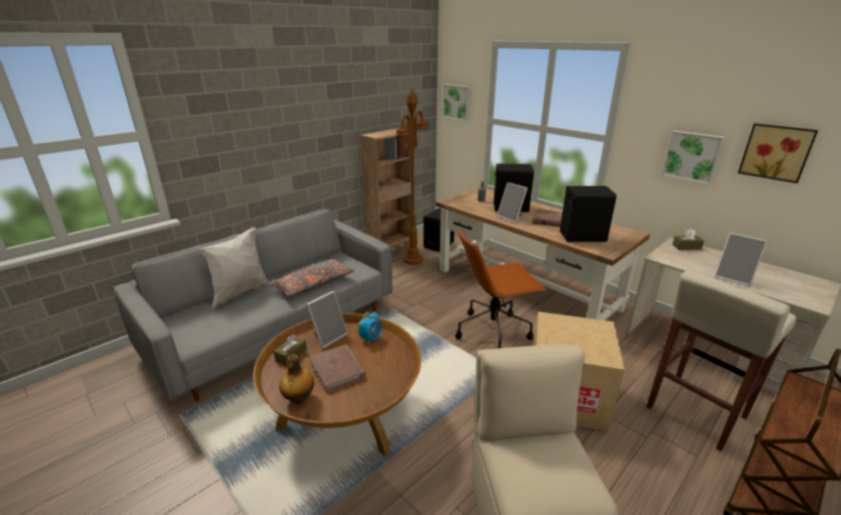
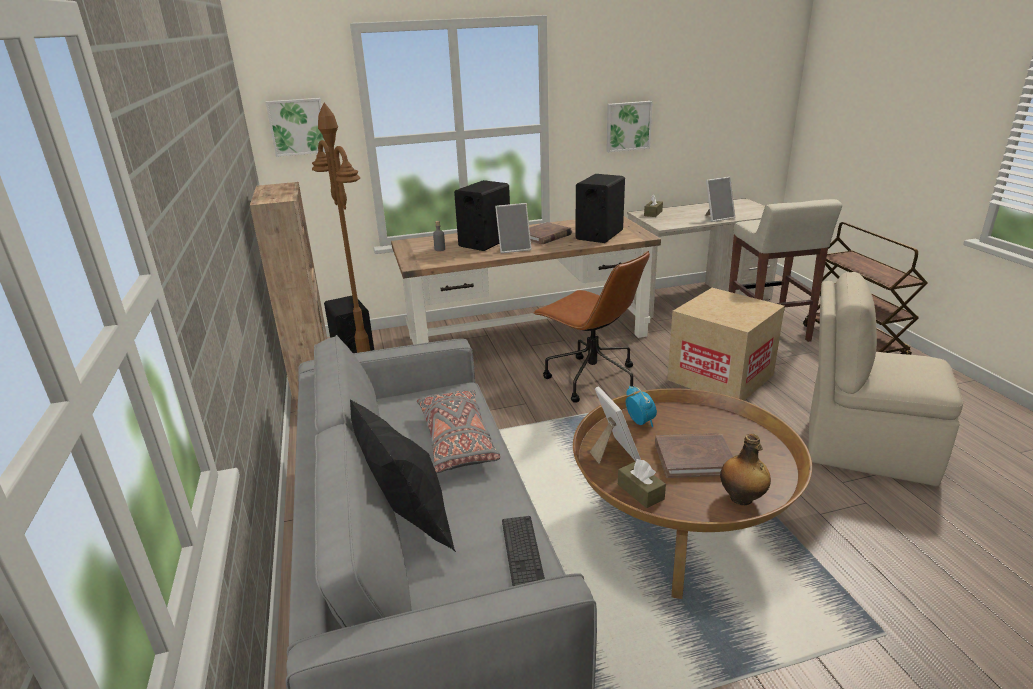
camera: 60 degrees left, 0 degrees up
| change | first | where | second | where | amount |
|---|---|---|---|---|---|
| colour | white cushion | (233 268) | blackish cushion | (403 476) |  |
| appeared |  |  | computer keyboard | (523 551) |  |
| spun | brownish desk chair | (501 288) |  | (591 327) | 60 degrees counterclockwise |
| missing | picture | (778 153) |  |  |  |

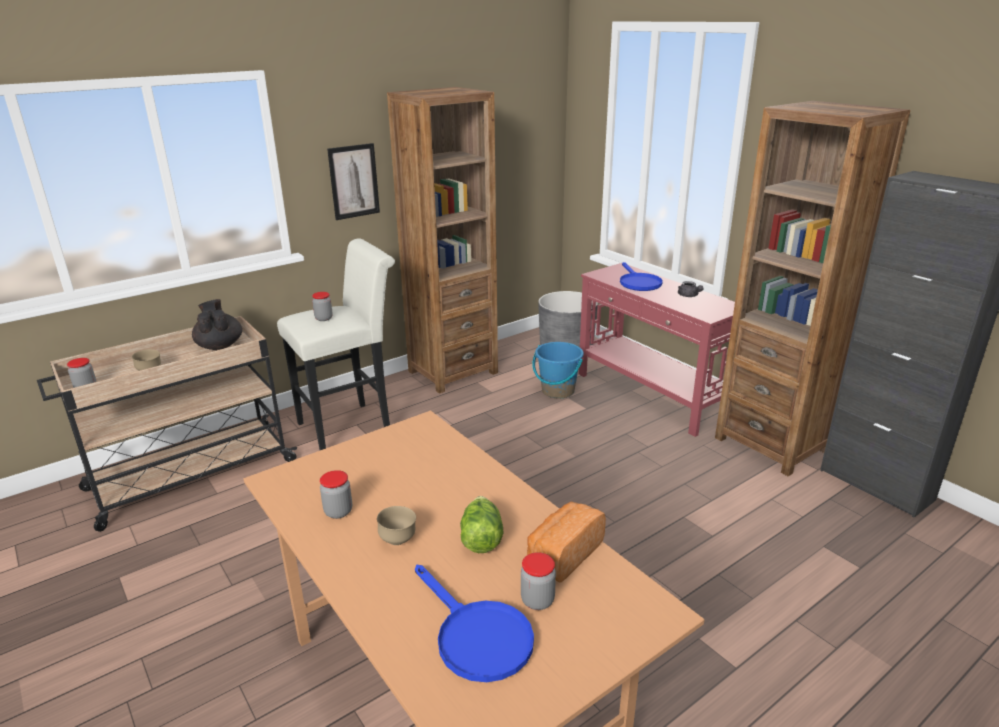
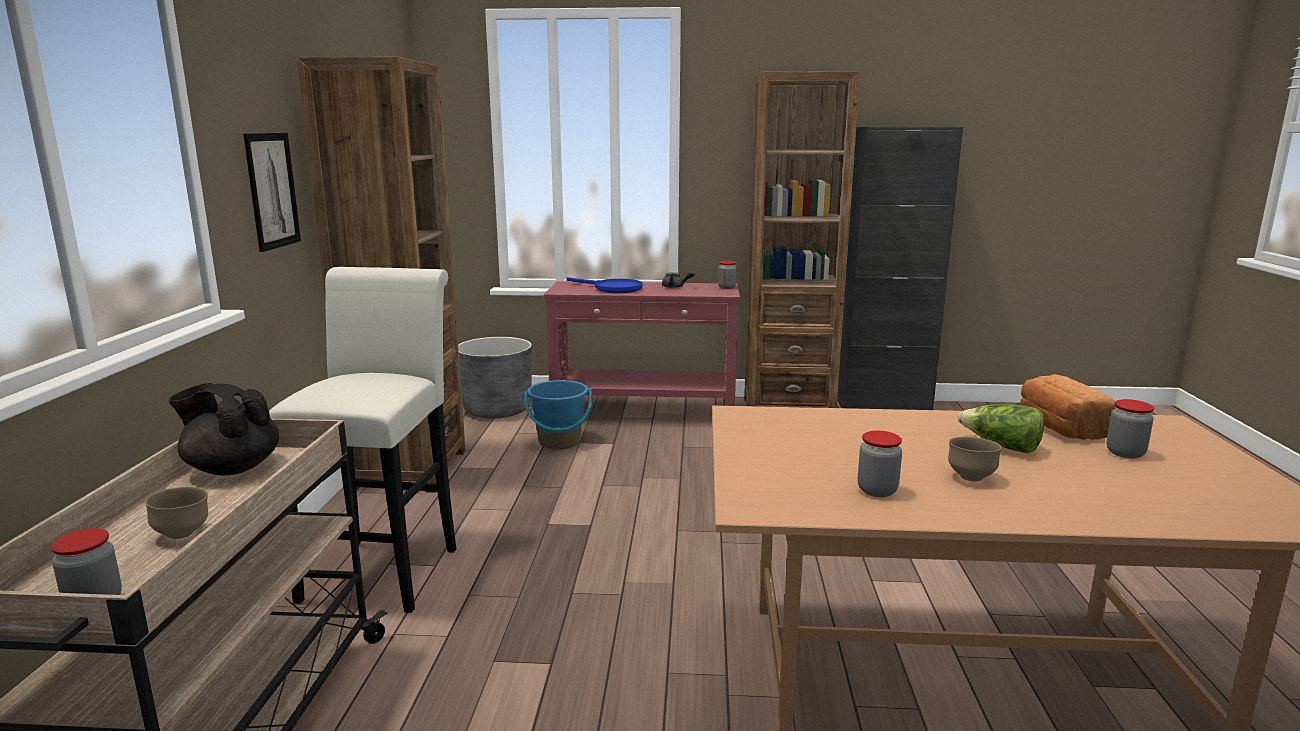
camera: 50 degrees left, 10 degrees down
| change | first | where | second | where | amount |
|---|---|---|---|---|---|
| relocated | preserve jar | (322 306) |  | (727 275) |  |
| missing | blue-coloured frying pan | (474 623) |  |  |  |

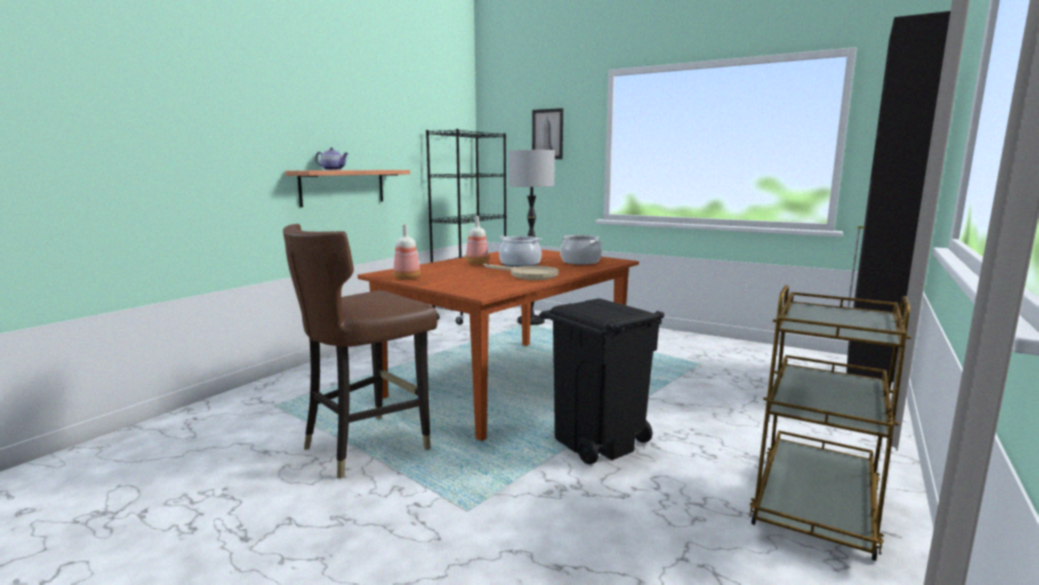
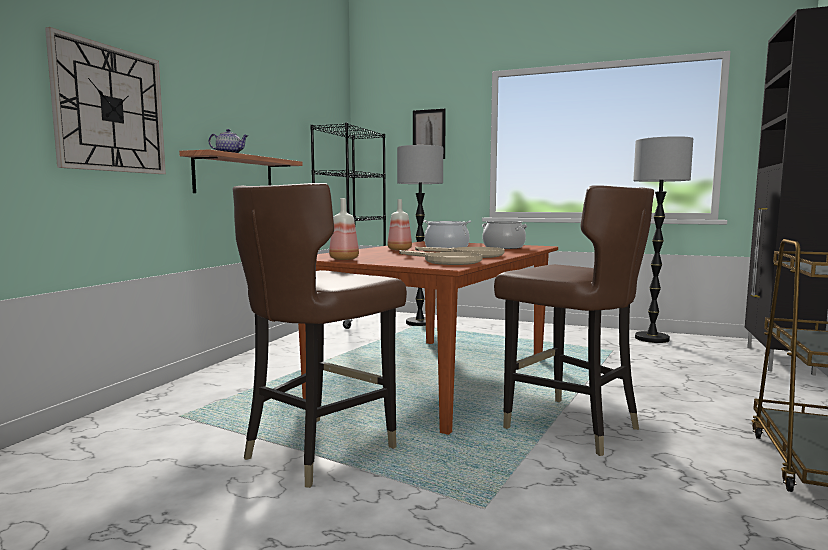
camera: 10 degrees left, 5 degrees down
| change | first | where | second | where | amount |
|---|---|---|---|---|---|
| appeared |  |  | hanging clock | (105 100) |  |
| appeared |  |  | beige frying pan | (440 257) |  |
| exchanged | blackish trash can | (601 381) | brownish upright chair | (574 320) |  |
| appeared |  |  | standard lamp | (663 239) |  |

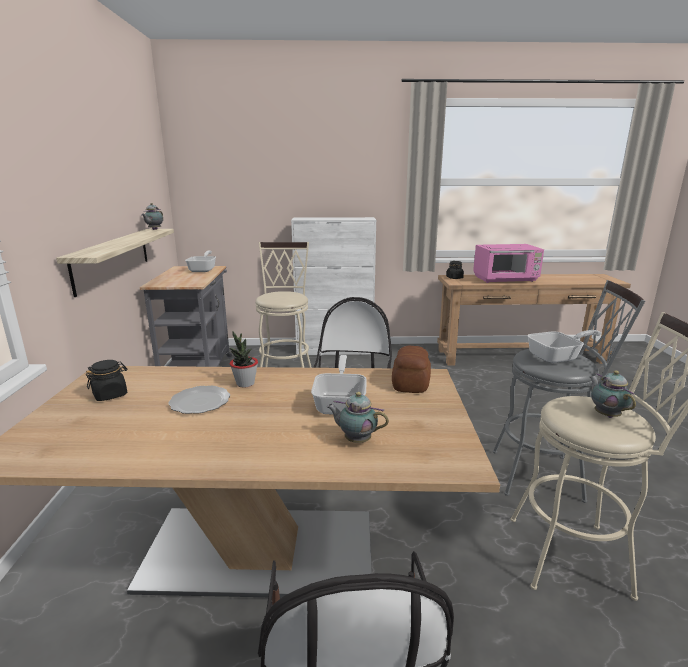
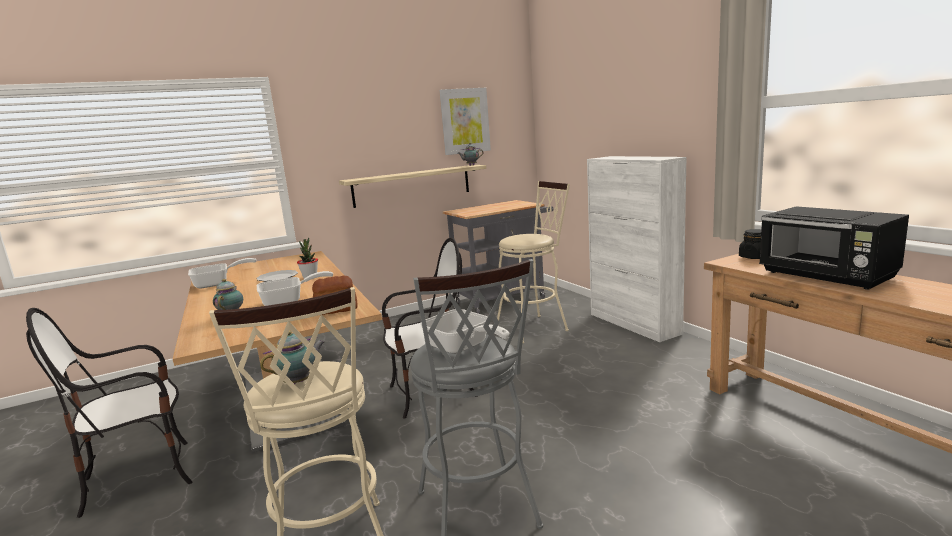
camera: 65 degrees right, 5 degrees down
| change | first | where | second | where | amount |
|---|---|---|---|---|---|
| relocated | frying pan | (200 261) |  | (222 273) |  |
| appeared |  |  | picture | (465 121) |  |
| colour | pink-coloured microwave oven | (508 263) | blackish microwave oven | (834 248) |  |
| missing | blackish preserve jar | (107 380) |  |  |  |

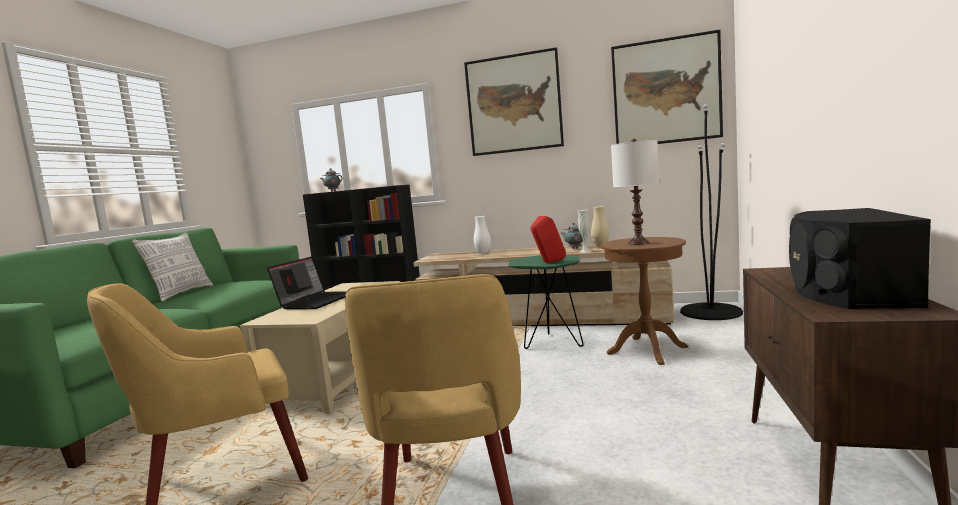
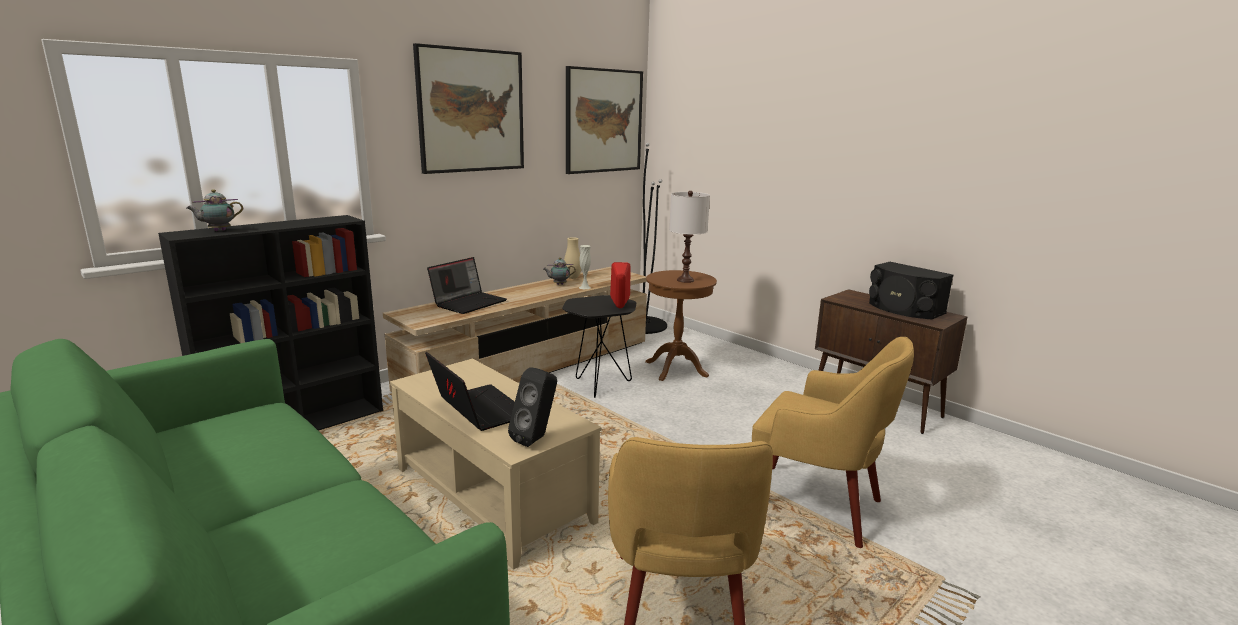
camera: 60 degrees left, 10 degrees up
| change | first | where | second | where | amount |
|---|---|---|---|---|---|
| exchanged | white flower vase | (482 235) | portable computer | (467 285) |  |
| appeared |  |  | blackish loudspeaker | (532 407) |  |
| colour | greenish accent table | (546 302) | blackish accent table | (599 346) |  |
| missing | cushion | (172 267) |  |  |  |

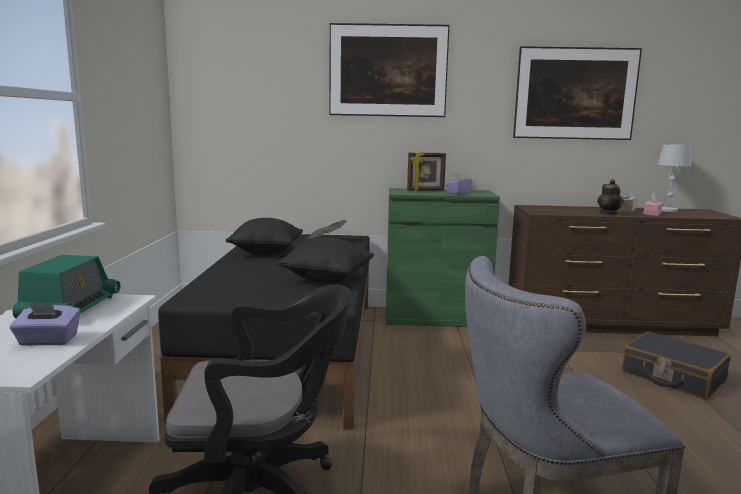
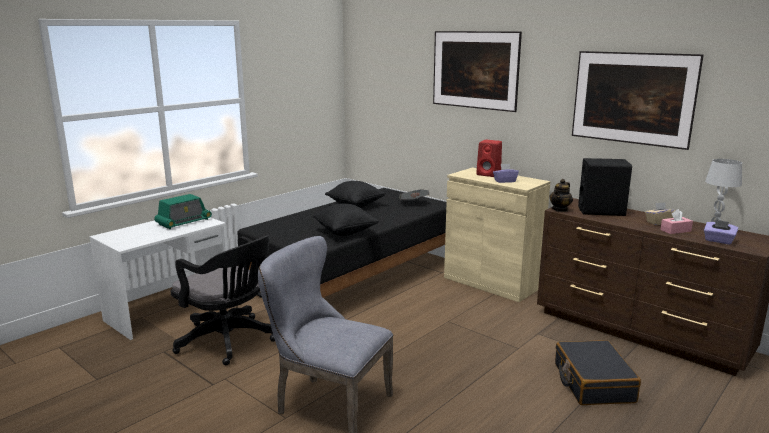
camera: 40 degrees right, 5 degrees up
| change | first | where | second | where | amount |
|---|---|---|---|---|---|
| colour | greenish storage cabinet | (443 257) | beige storage cabinet | (497 235) |  |
| exchanged | photo frame | (426 171) | reddish loudspeaker | (489 158) |  |
| relocated | teapot | (610 197) |  | (561 195) |  |
| appeared |  |  | blackish loudspeaker | (605 187) |  |
| relocated | purplish tissue holder | (45 324) |  | (721 232) |  |

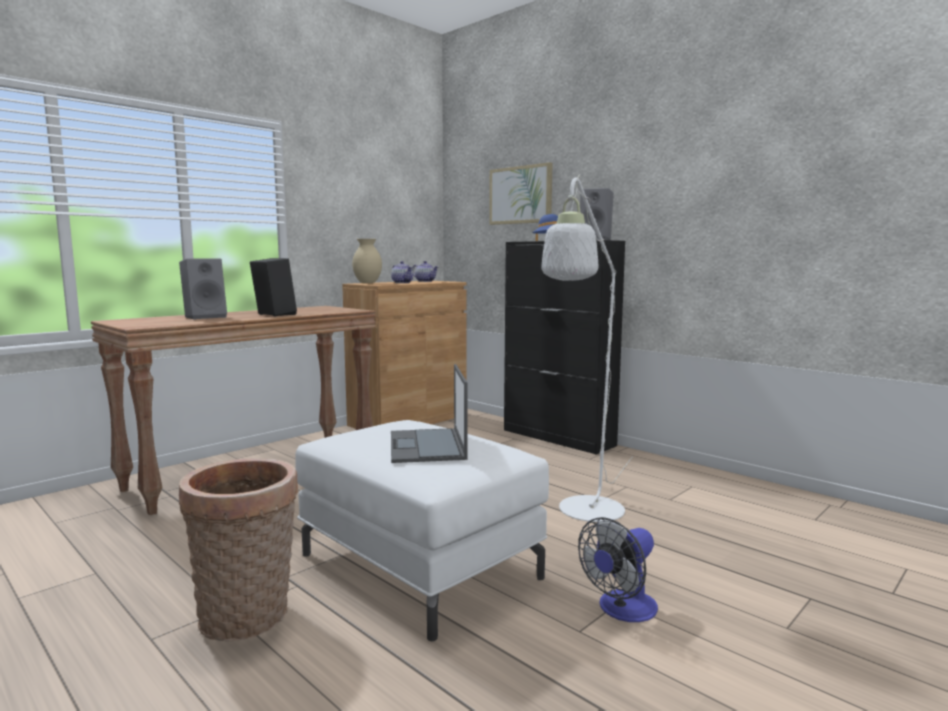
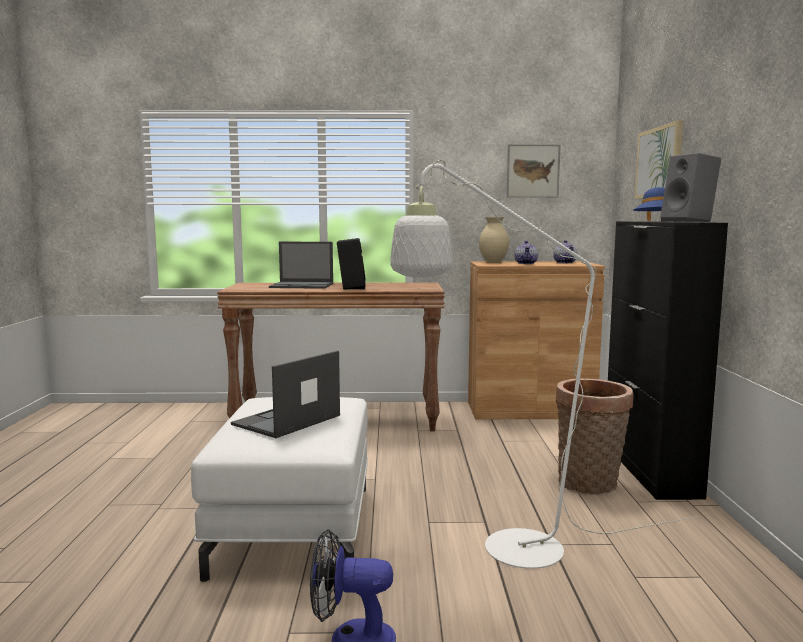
camera: 45 degrees right, 0 degrees up
| change | first | where | second | where | amount |
|---|---|---|---|---|---|
| exchanged | grey loudspeaker | (203 289) | portable computer | (301 265) |  |
| appeared |  |  | picture | (534 171) |  |
| relocated | household basket | (238 550) |  | (595 436) |  |

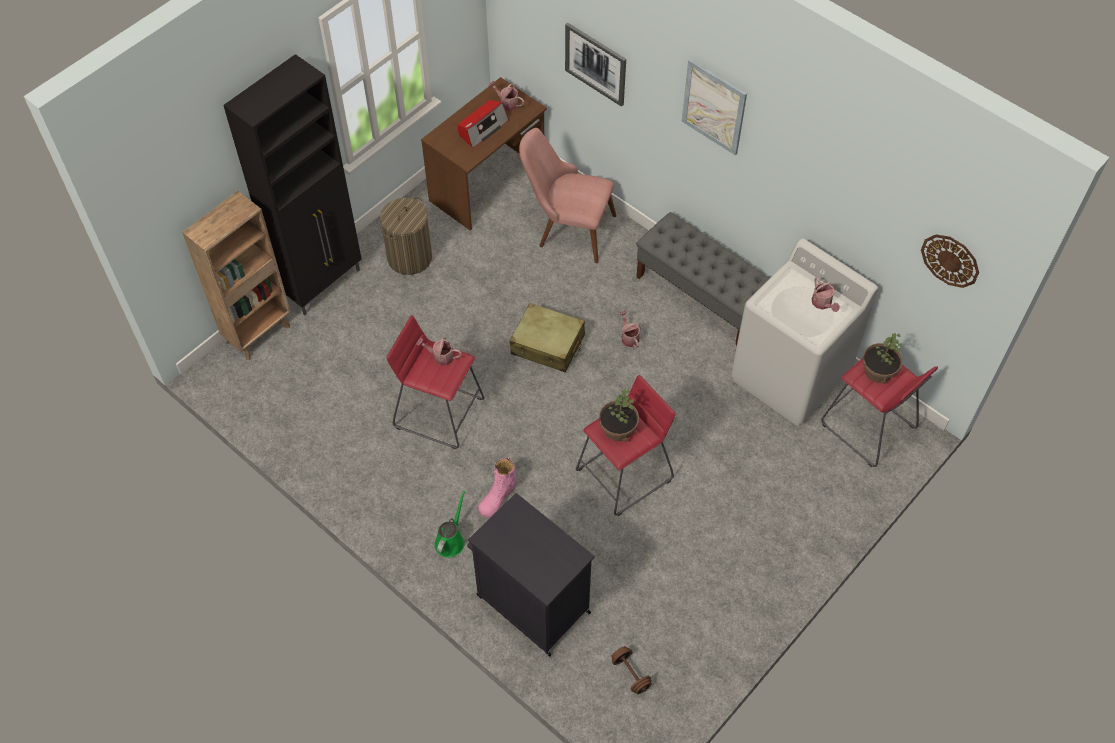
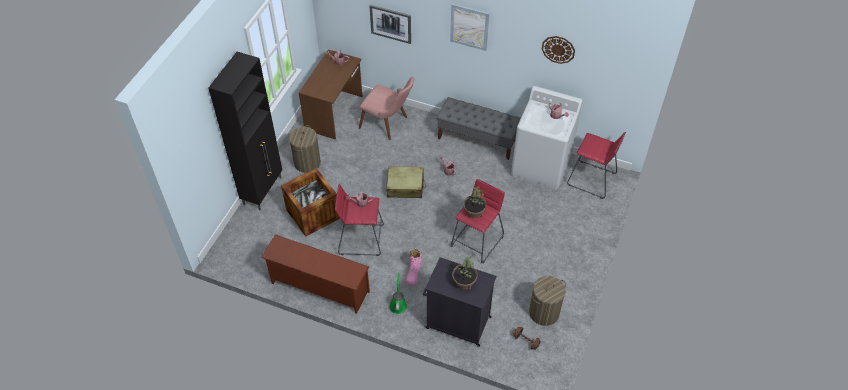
camera: 20 degrees left, 5 degrees down
| change | first | where | second | where | amount |
|---|---|---|---|---|---|
| appeared |  |  | brownish shoe rack | (315 274) |  |
| appeared |  |  | crate | (310 202) |  |
| spun | pink-coloured upright chair | (567 195) |  | (386 108) | 150 degrees counterclockwise |
| relocated | potted plant | (882 358) |  | (464 273) |  |
| appeared |  |  | laundry basket | (547 301) |  |
| relocated | hanging clock | (950 261) |  | (558 50) |  |
| missing | brownish shelving unit | (236 275) |  |  |  |
| missing | radio | (483 124) |  |  |  |

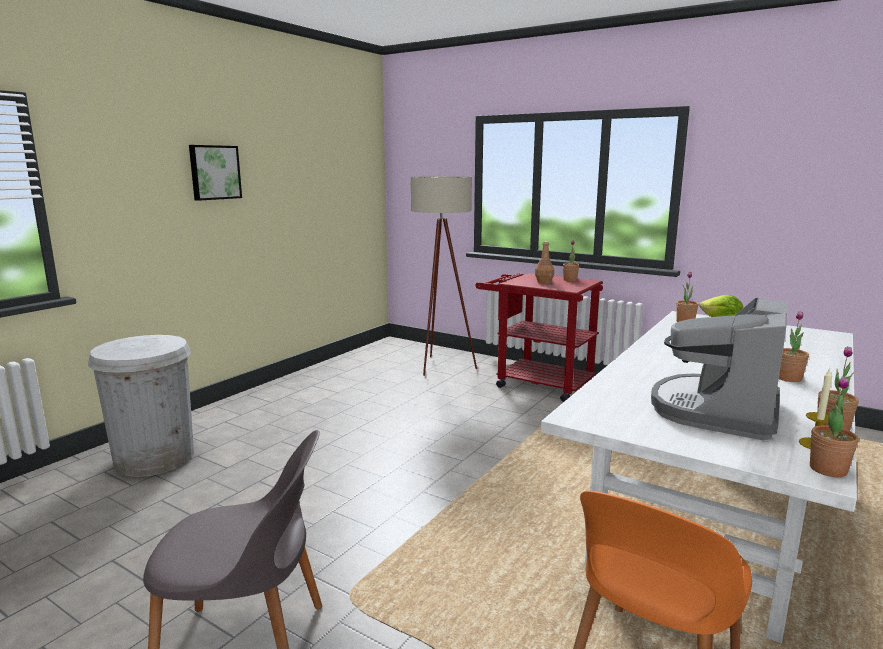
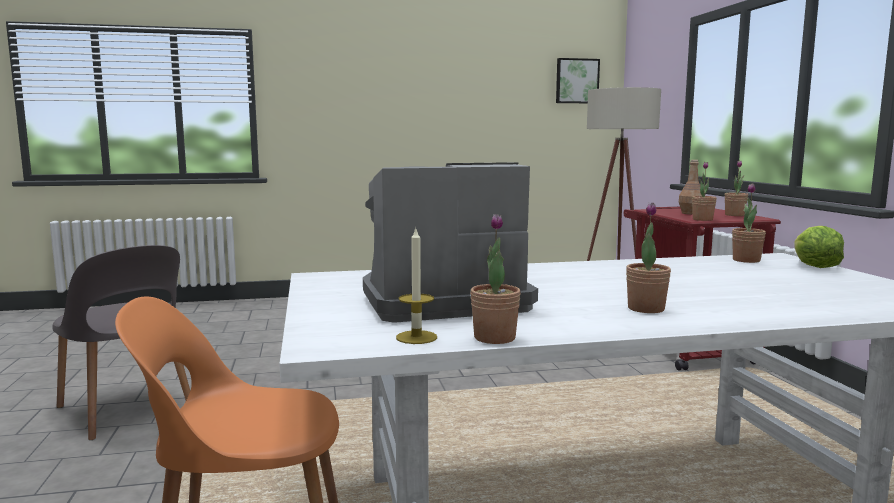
camera: 45 degrees right, 5 degrees down
| change | first | where | second | where | amount |
|---|---|---|---|---|---|
| relocated | picture | (215 173) |  | (578 80) |  |
| relocated | potted plant | (834 427) |  | (704 191) |  |
| missing | white trash can | (141 406) |  |  |  |

